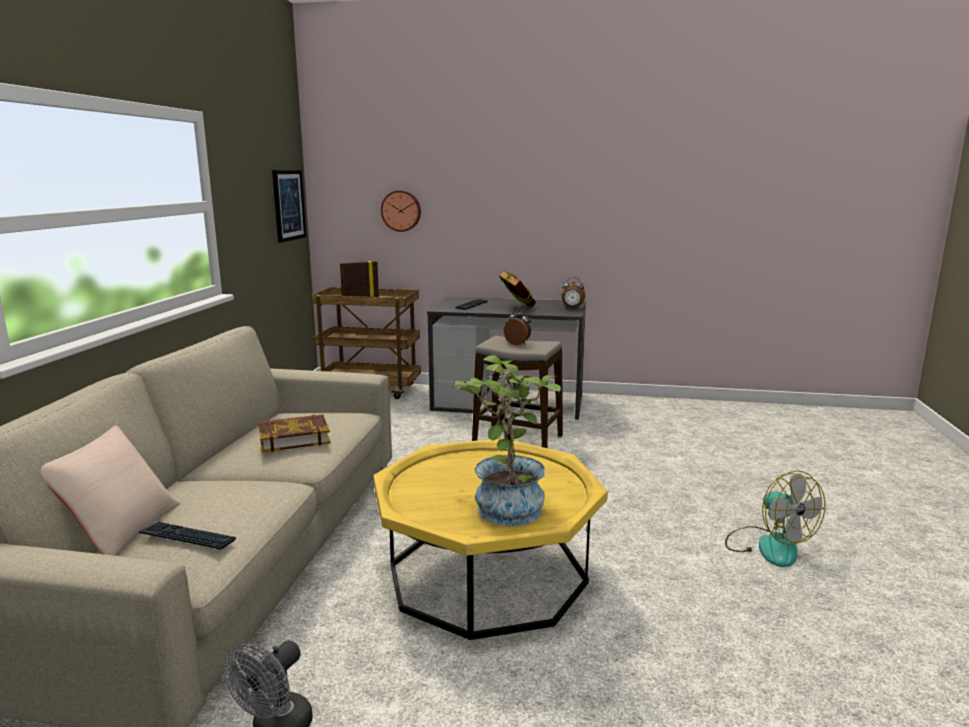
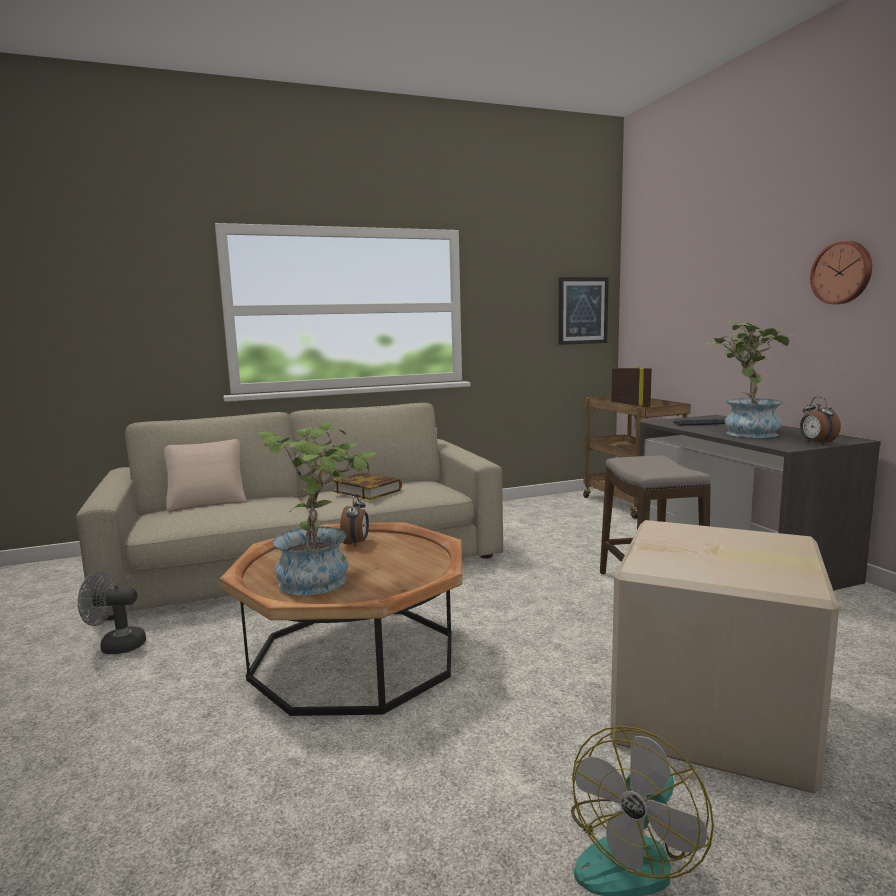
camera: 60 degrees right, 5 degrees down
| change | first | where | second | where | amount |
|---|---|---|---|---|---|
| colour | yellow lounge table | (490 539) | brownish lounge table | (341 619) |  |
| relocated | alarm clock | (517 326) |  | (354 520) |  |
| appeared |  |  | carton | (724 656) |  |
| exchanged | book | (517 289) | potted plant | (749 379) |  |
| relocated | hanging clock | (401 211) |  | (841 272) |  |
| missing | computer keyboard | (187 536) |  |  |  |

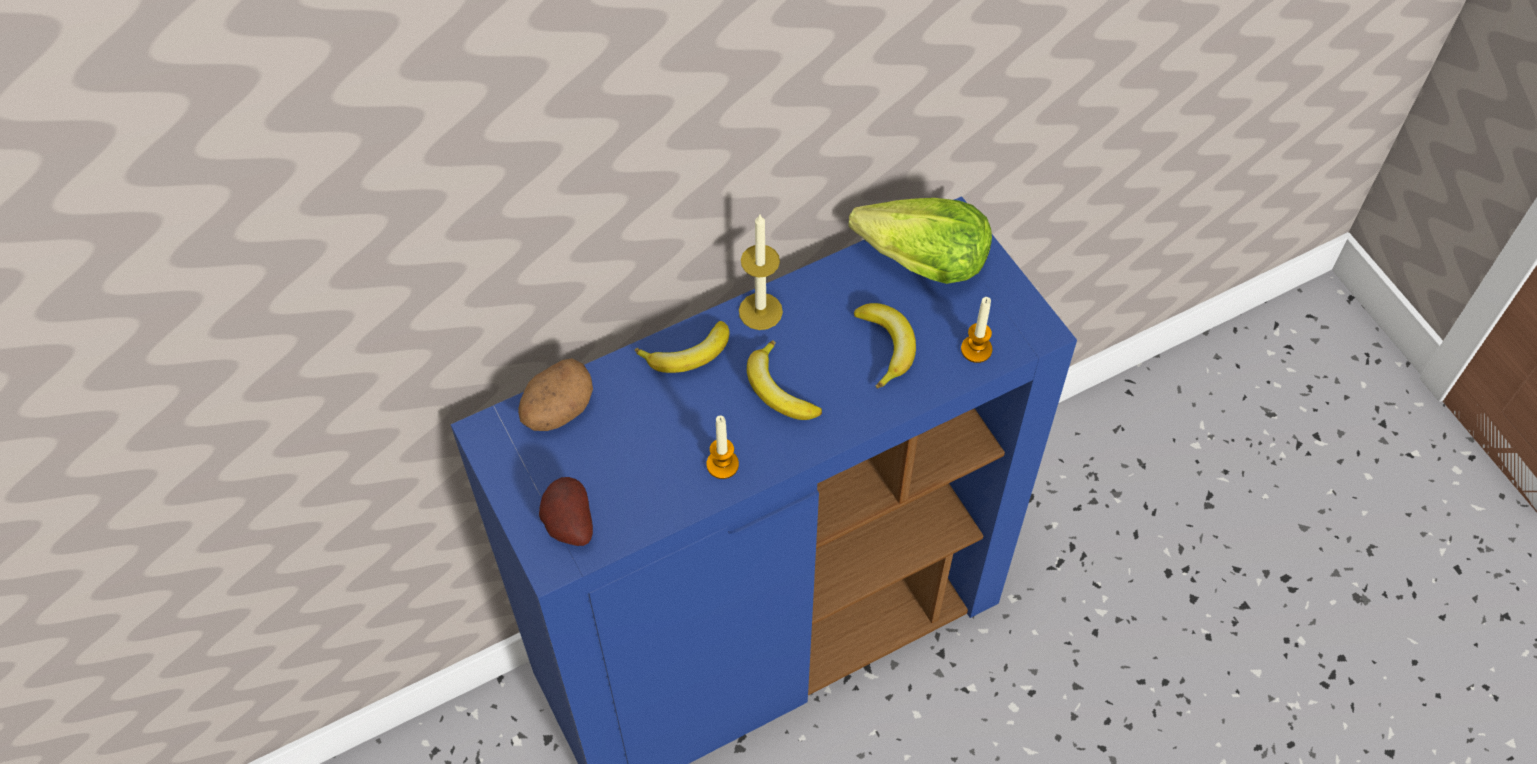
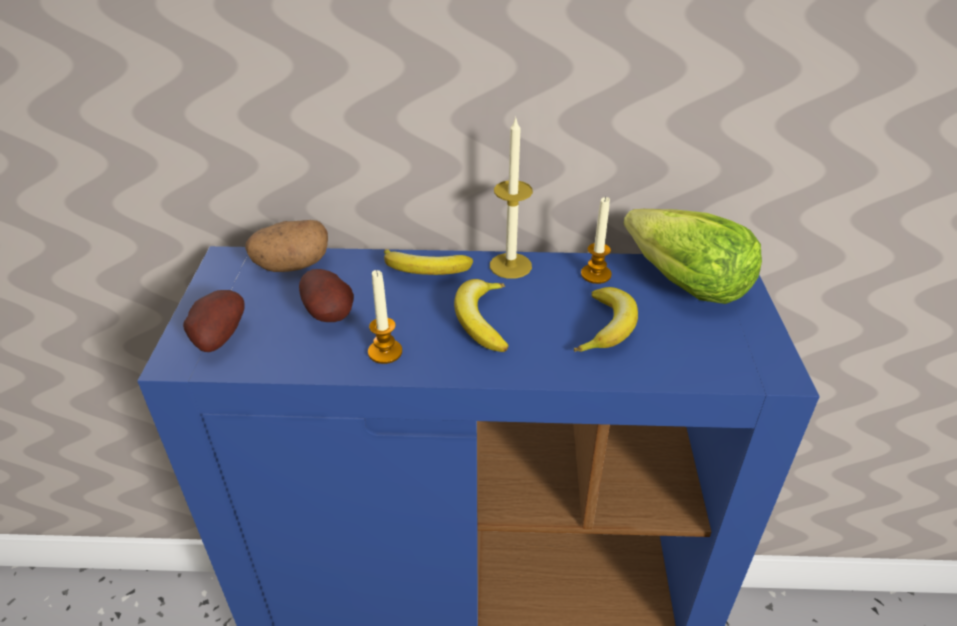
camera: 30 degrees right, 20 degrees down
| change | first | where | second | where | amount |
|---|---|---|---|---|---|
| appeared |  |  | potato | (326 295) |  |
| relocated | wax light | (976 330) |  | (596 240) |  |

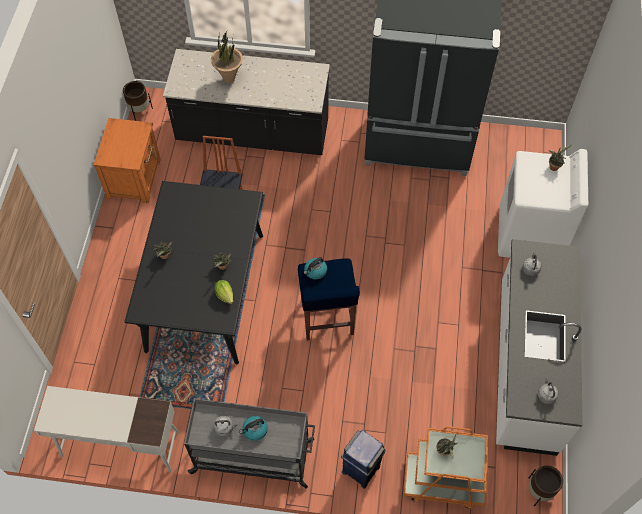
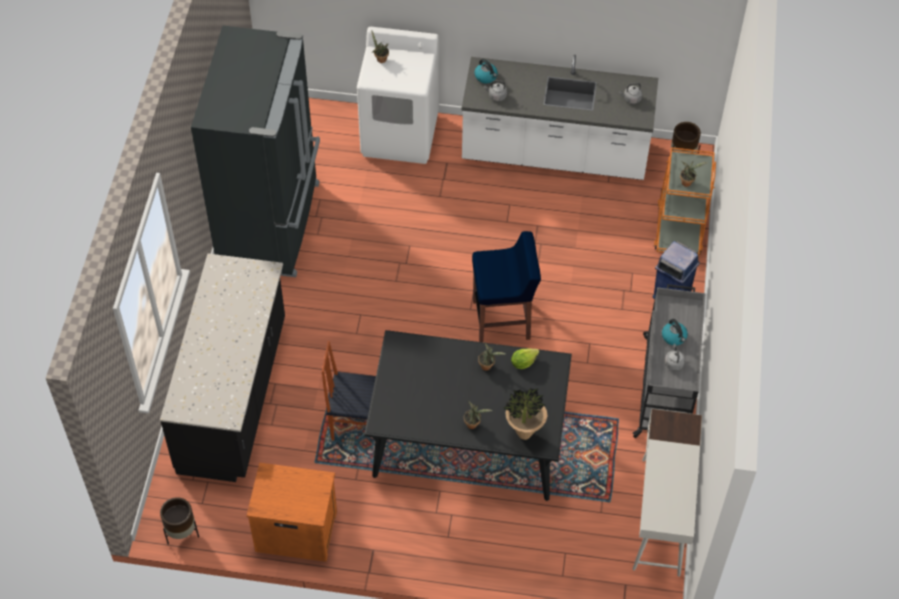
camera: 90 degrees left, 5 degrees down
| change | first | where | second | where | amount |
|---|---|---|---|---|---|
| relocated | water kettle | (315 268) |  | (486 71) |  |
| relocated | potted plant | (227 57) |  | (525 414) |  |

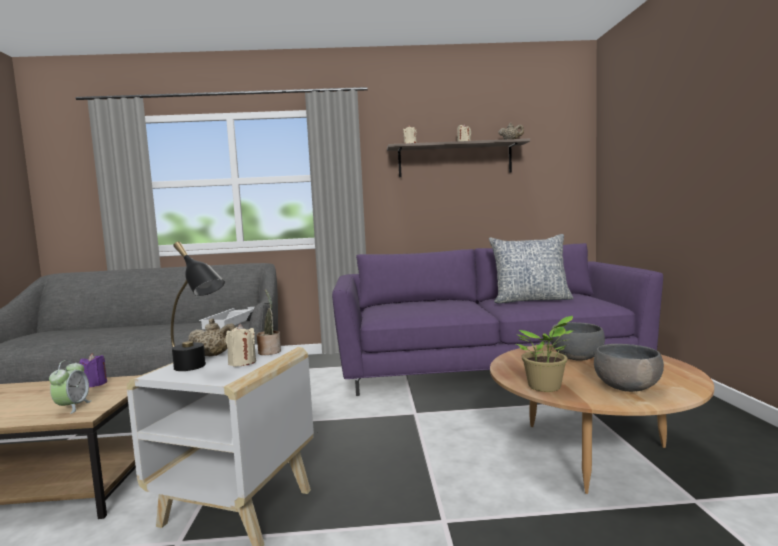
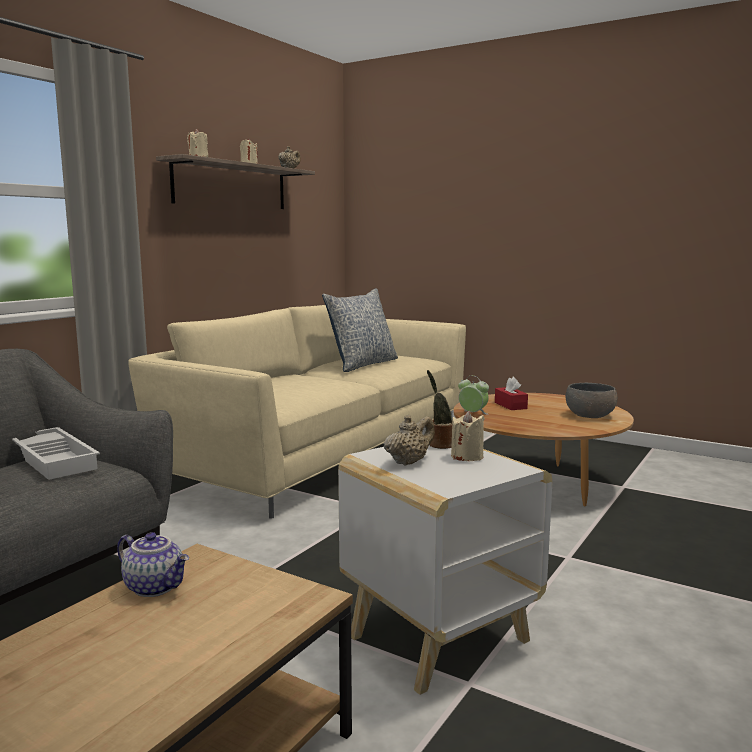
camera: 55 degrees left, 5 degrees up
| change | first | where | second | where | amount |
|---|---|---|---|---|---|
| exchanged | purplish wax light | (93 370) | teapot | (153 564) |  |
| colour | purplish sofa | (497 319) | beige sofa | (297 412) |  |
| relocated | alarm clock | (70 387) |  | (473 395) |  |
| exchanged | grey serving bowl | (578 341) | reddish tissue holder | (511 393) |  |
| missing | blackish tabletop lamp | (198 306) |  |  |  |
| missing | potted plant | (544 354) |  |  |  |

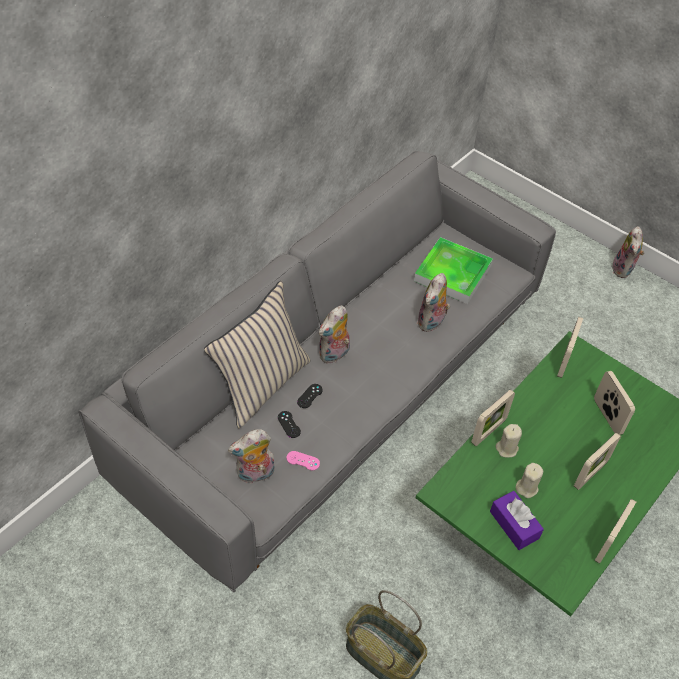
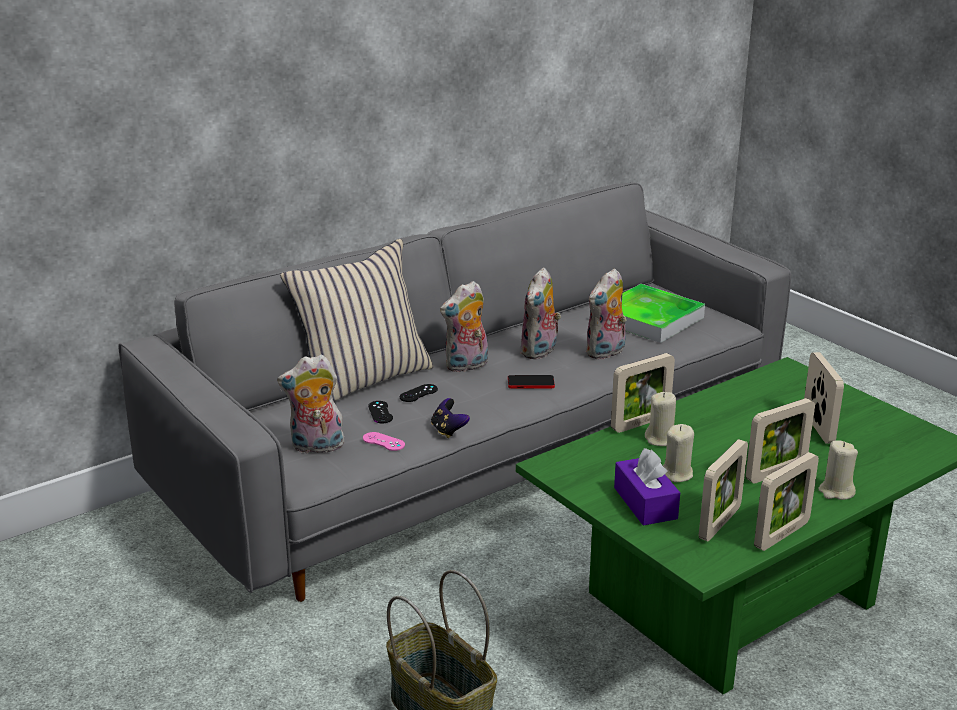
camera: 15 degrees right, 25 degrees down
| change | first | where | second | where | amount |
|---|---|---|---|---|---|
| appeared |  |  | gamepad | (450 418) |  |
| appeared |  |  | handset | (531 382) |  |
| relocated | plush toy | (627 252) |  | (540 313) |  |
| relocated | photo frame | (570 347) |  | (723 490) |  |
| appeared |  |  | beige wax light | (838 470) |  |

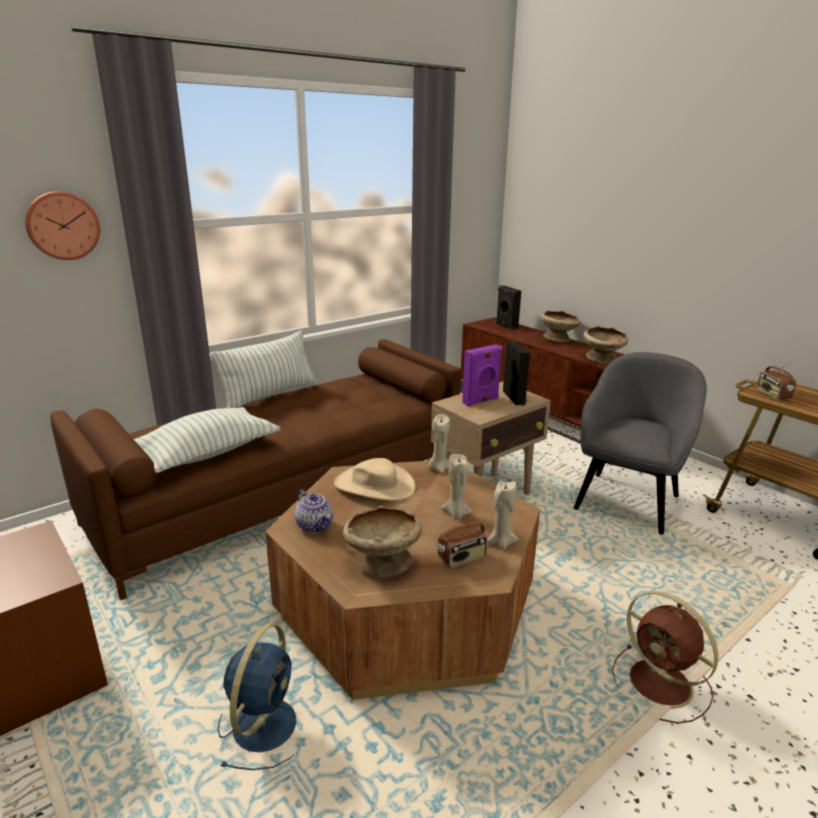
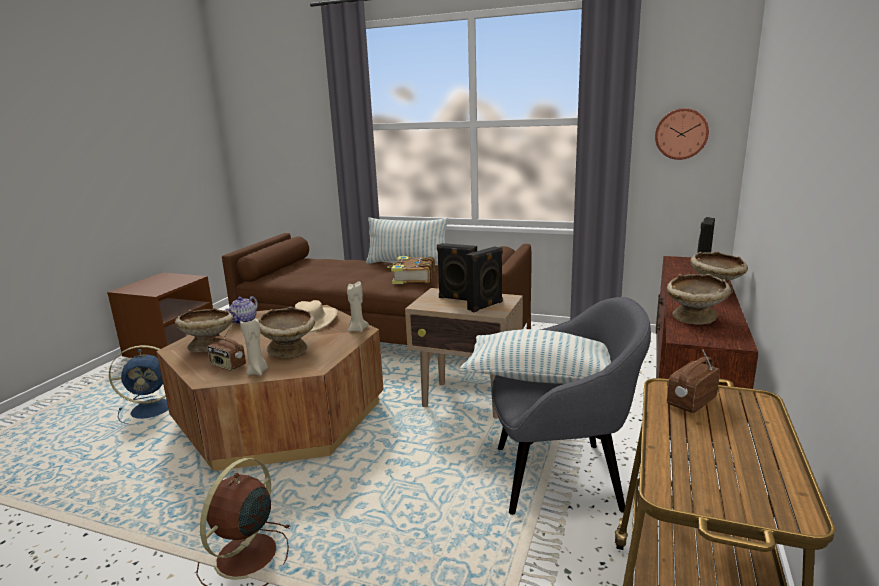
camera: 60 degrees right, 5 degrees down
| change | first | where | second | where | amount |
|---|---|---|---|---|---|
| exchanged | beige wax light | (456 486) | beige serving bowl | (286 332) |  |
| appeared |  |  | book | (411 270) |  |
| colour | purplish loudspeaker | (482 376) | blackish loudspeaker | (457 272) |  |
| relocated | cushion | (207 440) |  | (535 356) |  |
| relocated | hanging clock | (62 225) |  | (682 134) |  |

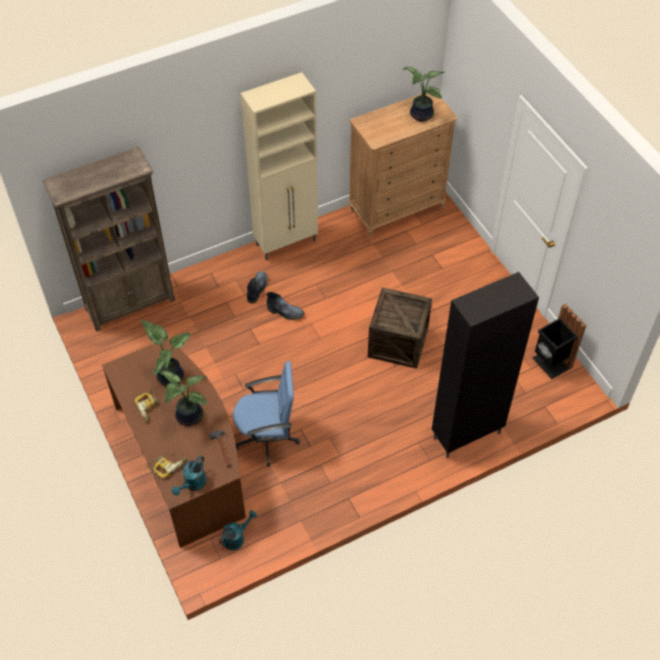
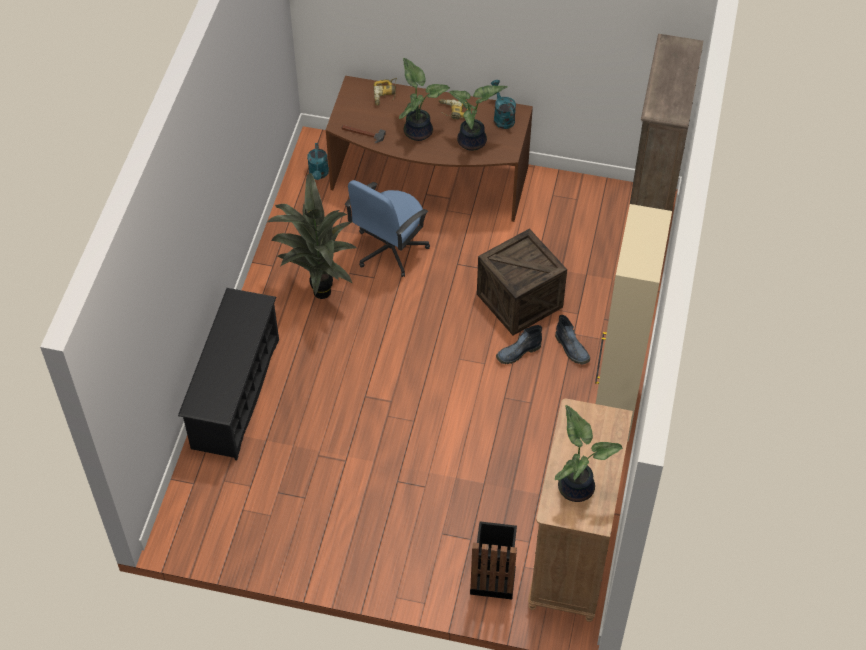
camera: 130 degrees right, 0 degrees up
| change | first | where | second | where | amount |
|---|---|---|---|---|---|
| exchanged | blackish storage cabinet | (485 365) | blackish shoe rack | (228 374) |  |
| appeared |  |  | potted plant | (311 236) |  |
| relocated | blackish trash can | (559 341) |  | (493 560) |  |
| relocated | crate | (400 328) |  | (522 281) |  |
| relocated | blue-green sprinkling can | (189 475) |  | (503 104) |  |

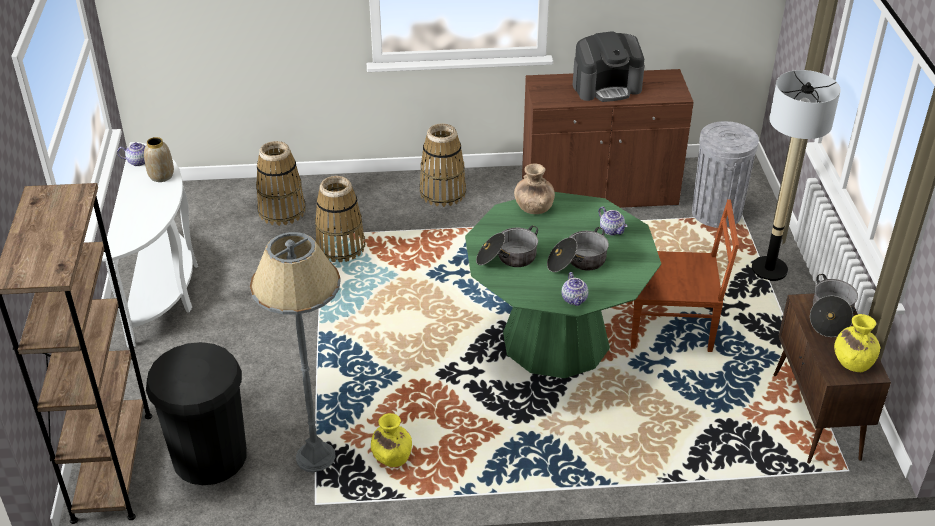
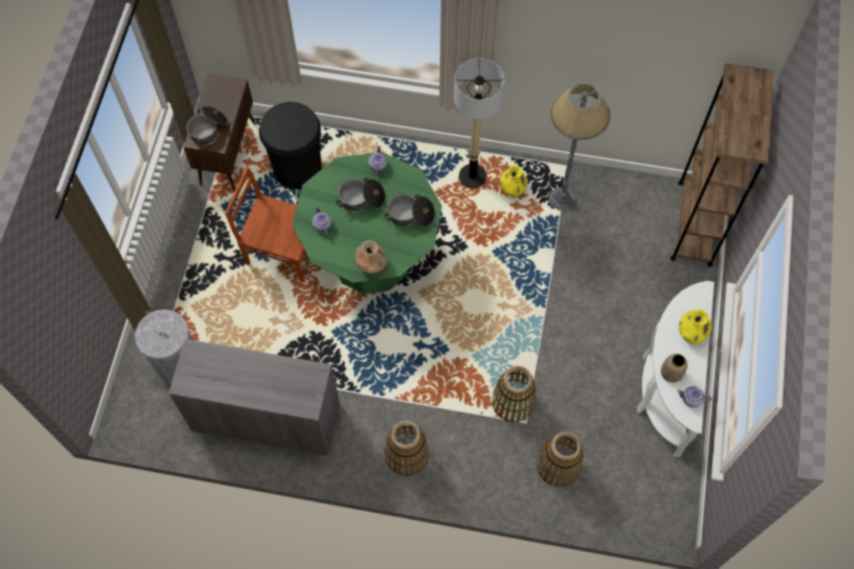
camera: 165 degrees left, 25 degrees up
| change | first | where | second | where | amount |
|---|---|---|---|---|---|
| colour | brownish storage cabinet | (608 138) | grey storage cabinet | (254 397) |  |
| relocated | blackish trash can | (196 413) |  | (290 145) |  |
| relocated | standard lamp | (796 175) |  | (479 123) |  |
| relocated | yellow flower vase | (857 343) |  | (695 326) |  |
| missing | coffee machine | (609 66) |  |  |  |

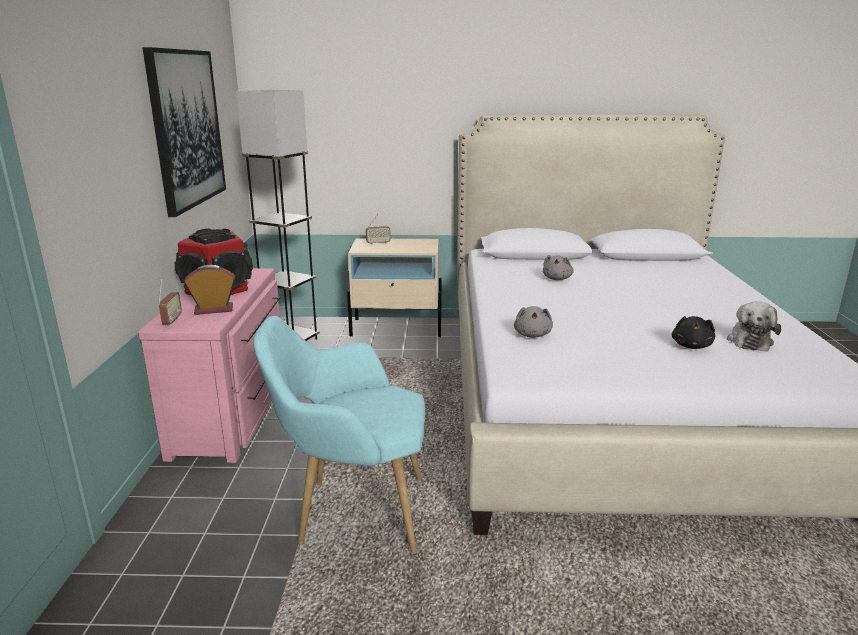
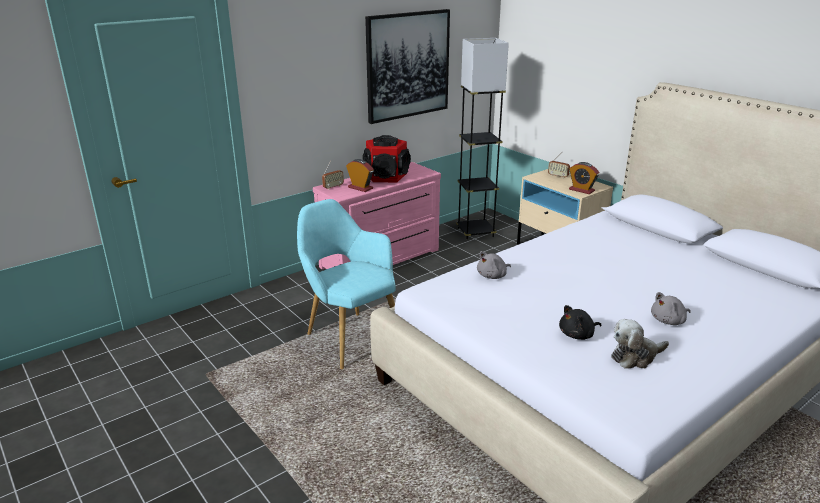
camera: 50 degrees right, 5 degrees up
| change | first | where | second | where | amount |
|---|---|---|---|---|---|
| appeared |  |  | alarm clock | (584 178) |  |
| relocated | grey plush toy | (558 267) |  | (671 308) |  |

